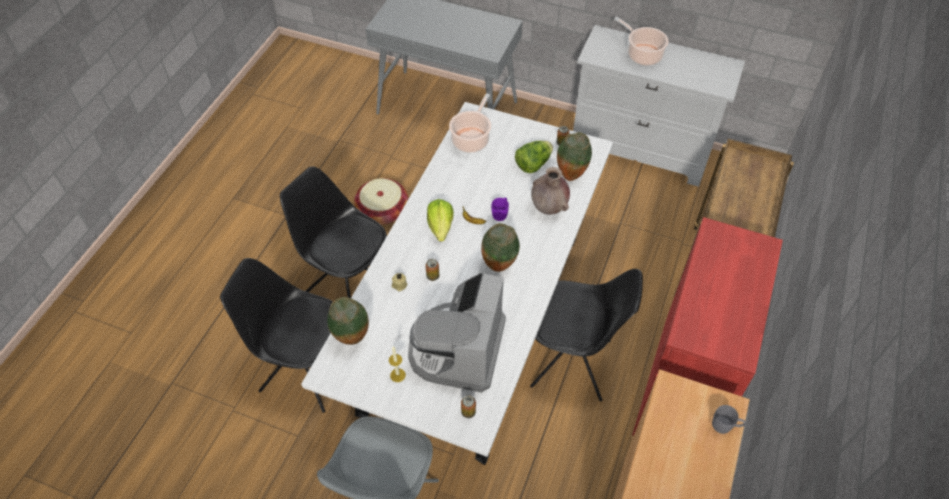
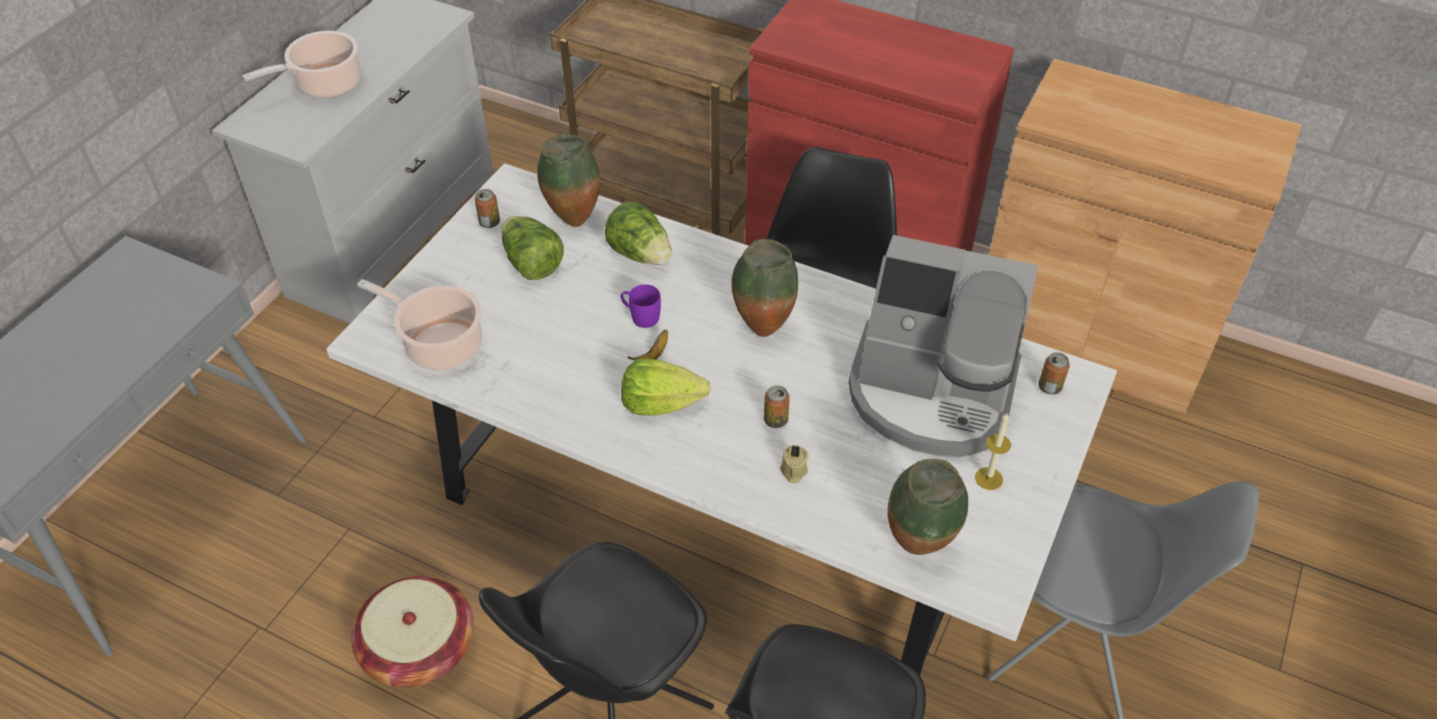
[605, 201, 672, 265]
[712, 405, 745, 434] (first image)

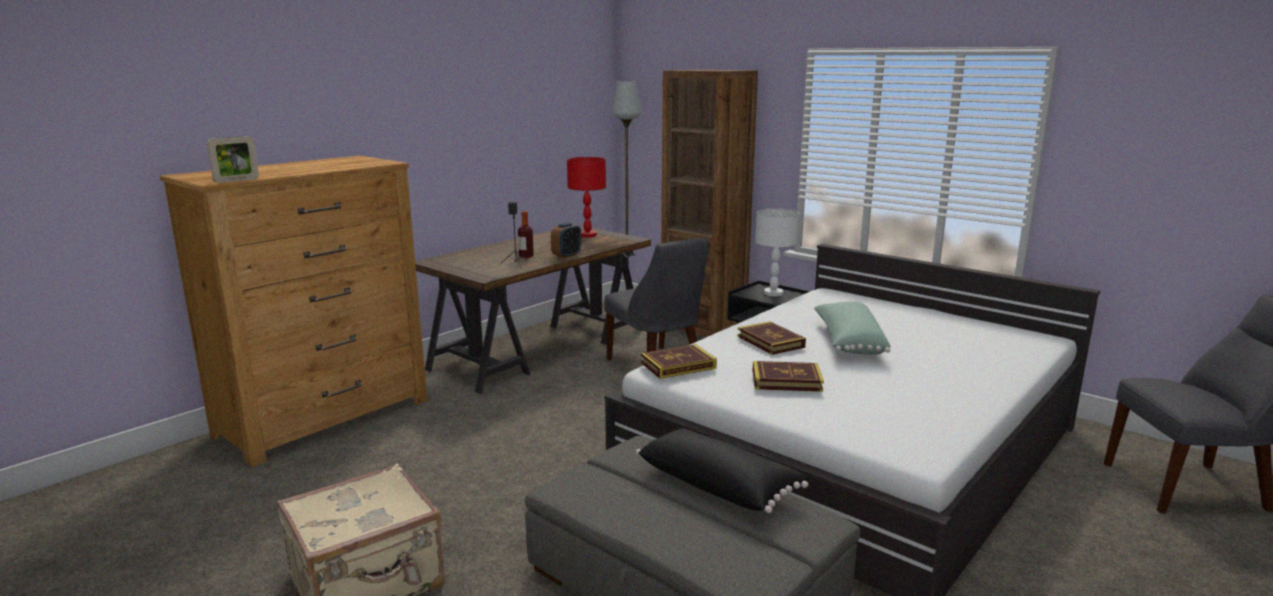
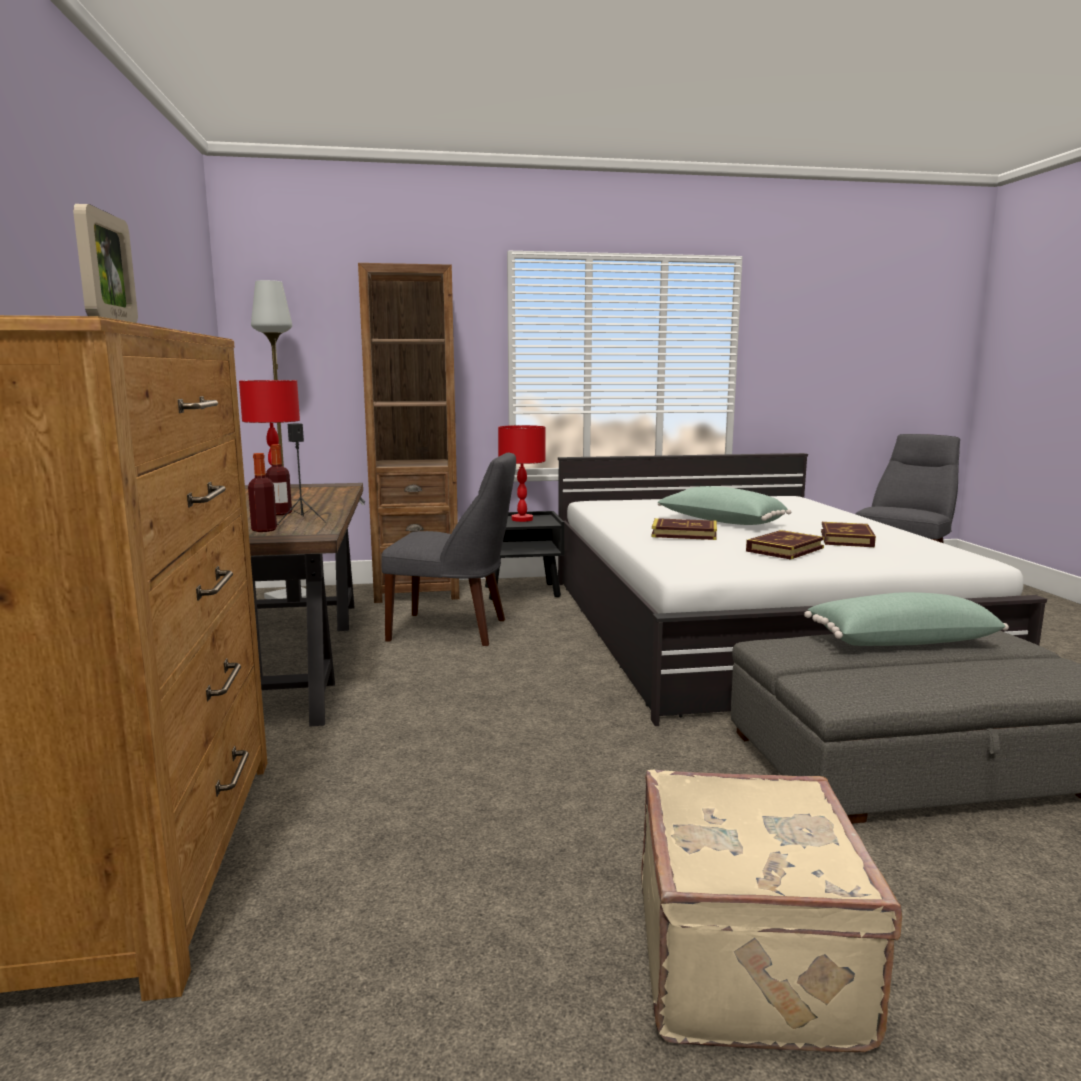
[551, 222, 582, 258] (first image)
[804, 592, 1009, 646]
[821, 522, 876, 547]
[498, 425, 546, 522]
[248, 453, 277, 532]

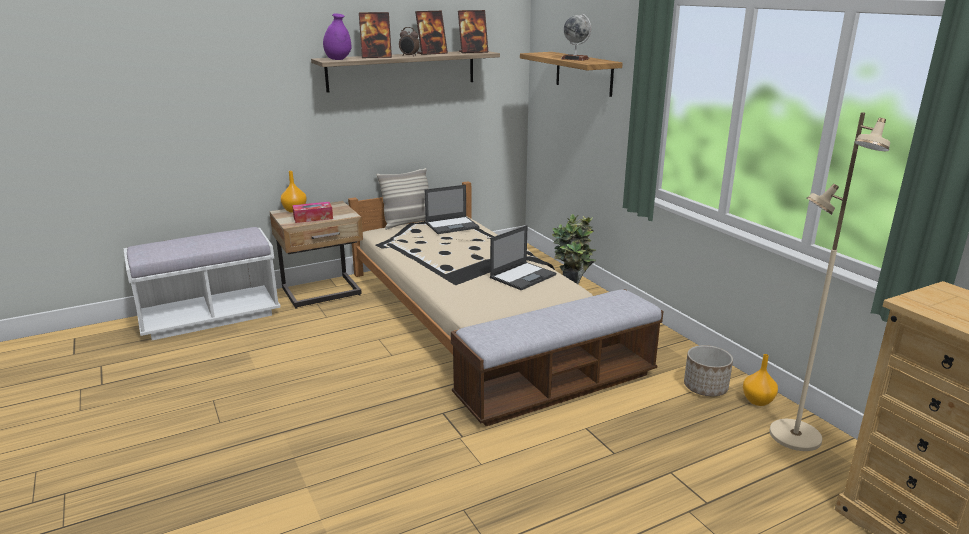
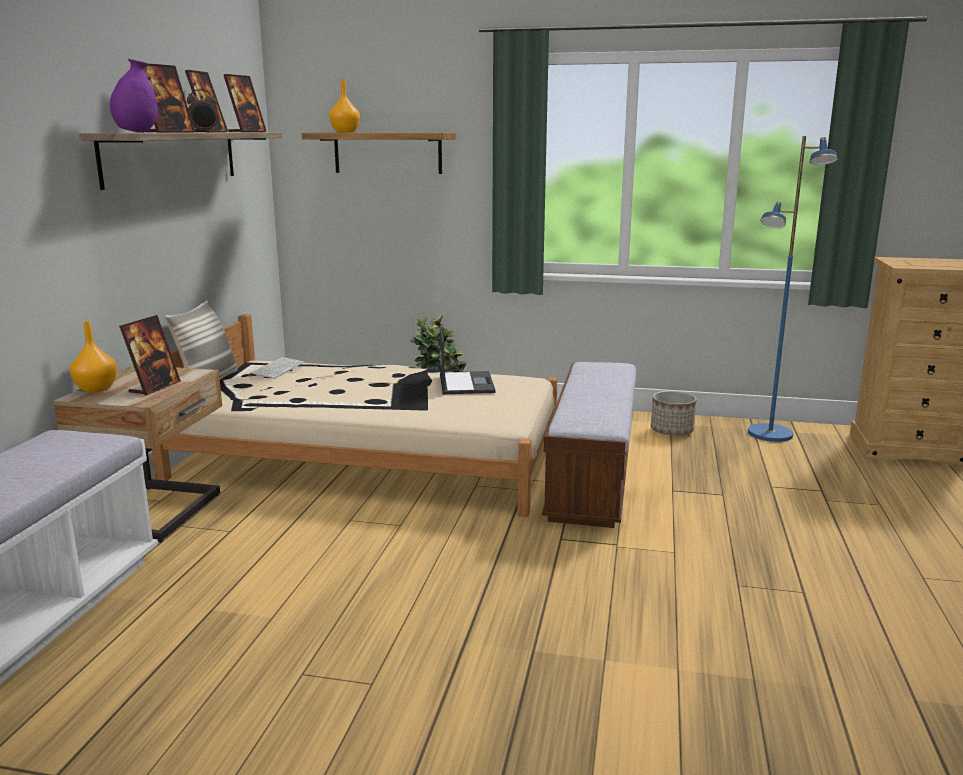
[119, 315, 181, 396]
[249, 357, 304, 379]
[561, 14, 591, 61] (first image)
[329, 79, 360, 132]
[748, 136, 838, 442]

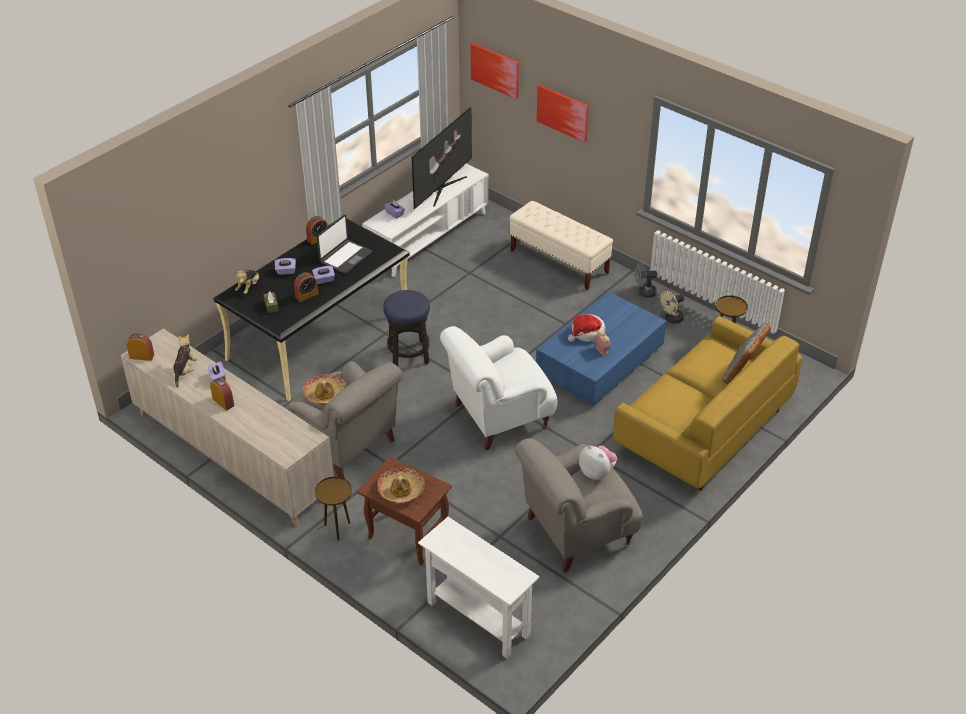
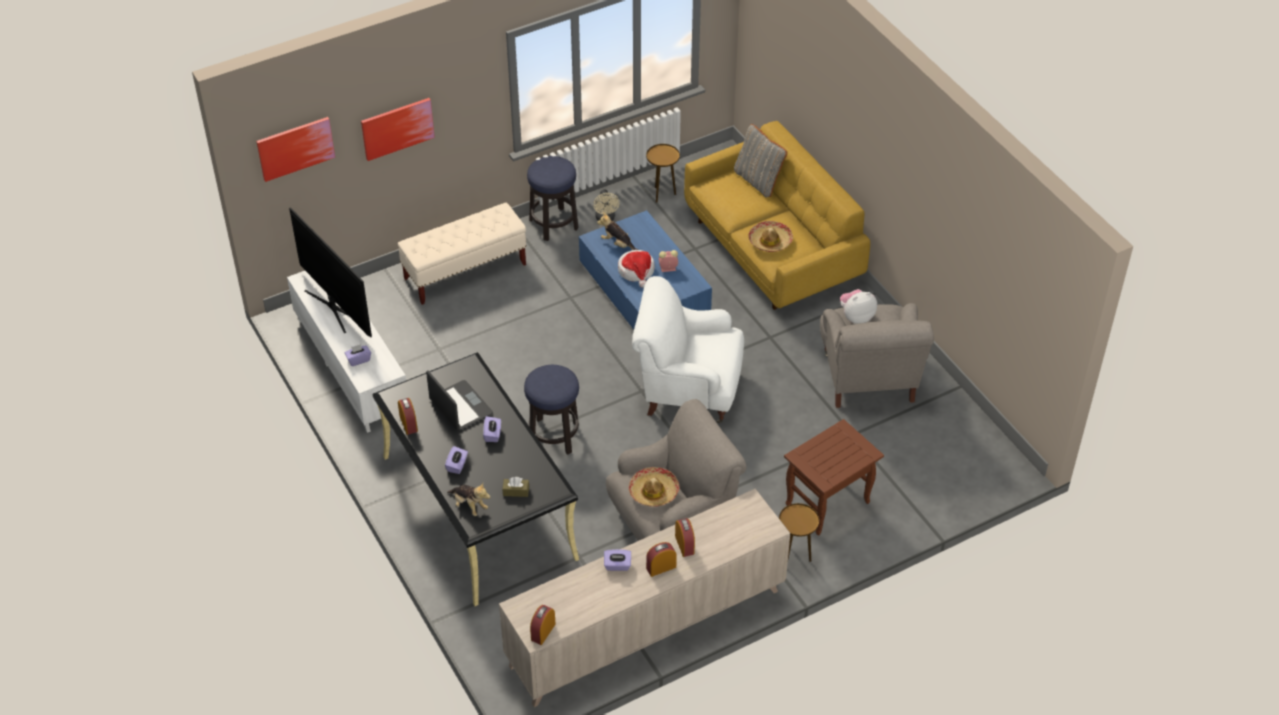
[597, 212, 638, 250]
[675, 518, 695, 557]
[748, 221, 793, 252]
[418, 517, 540, 659] (first image)
[632, 276, 744, 423]
[527, 156, 578, 241]

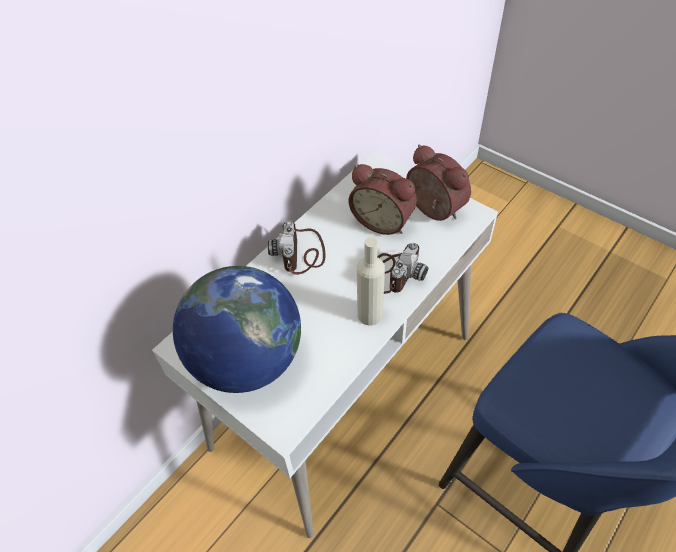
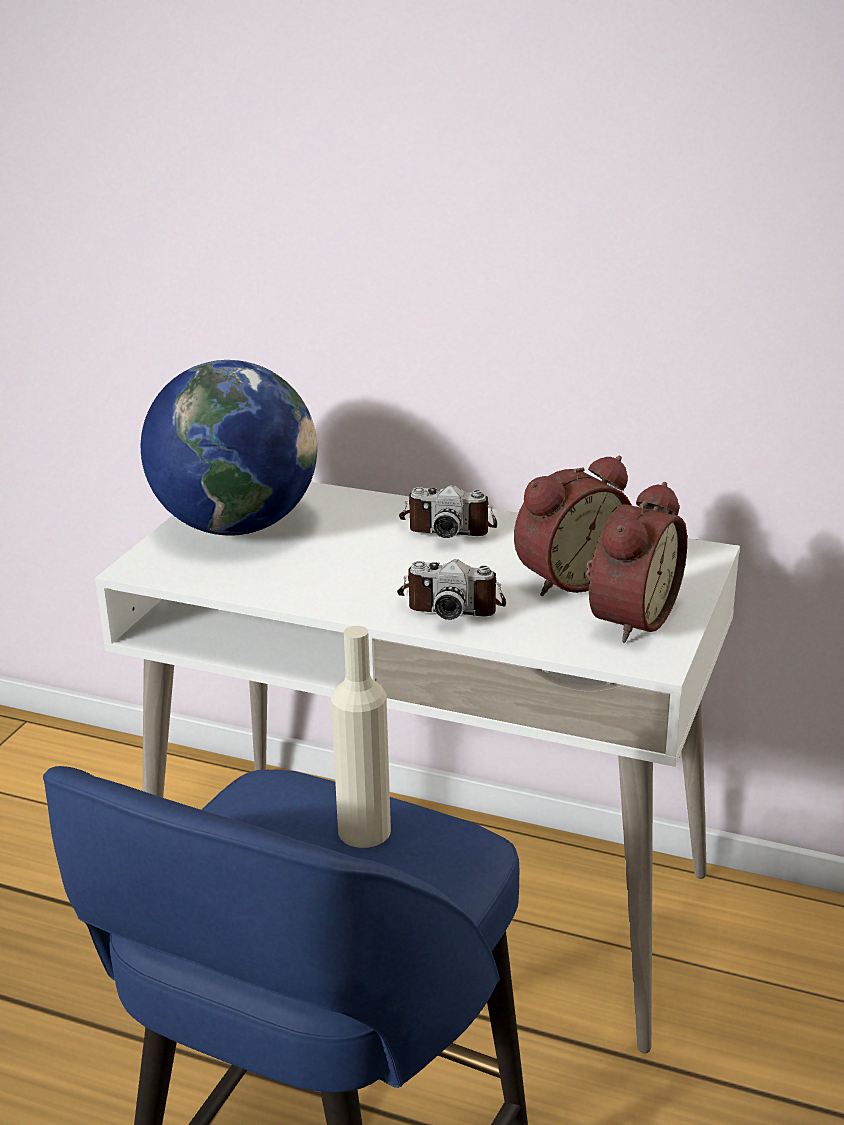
[399, 485, 497, 538]
[514, 456, 632, 596]
[331, 626, 391, 848]

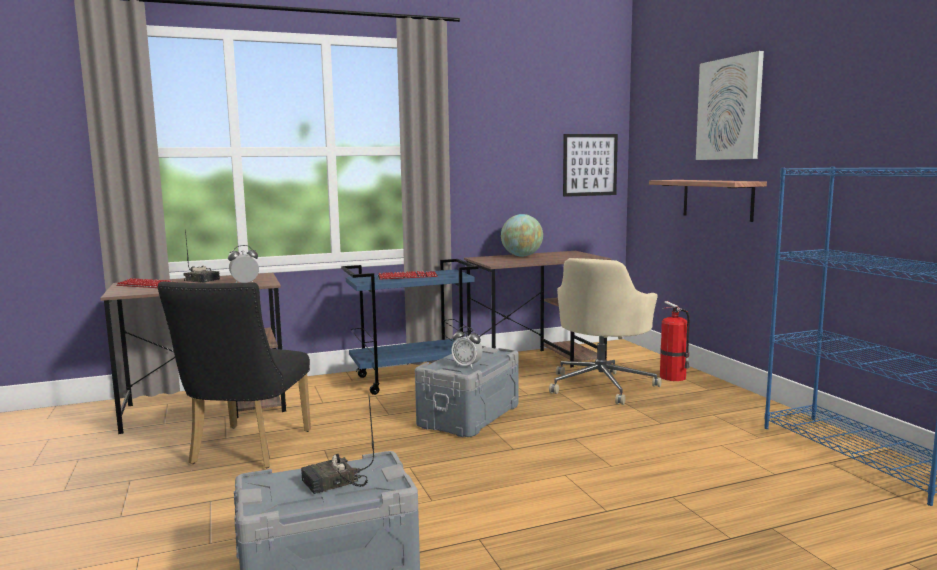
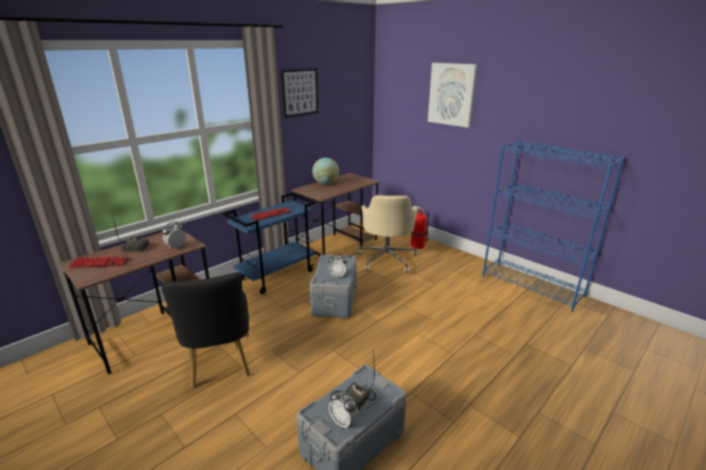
[281, 68, 319, 118]
[649, 180, 767, 222] (first image)
[329, 390, 359, 429]

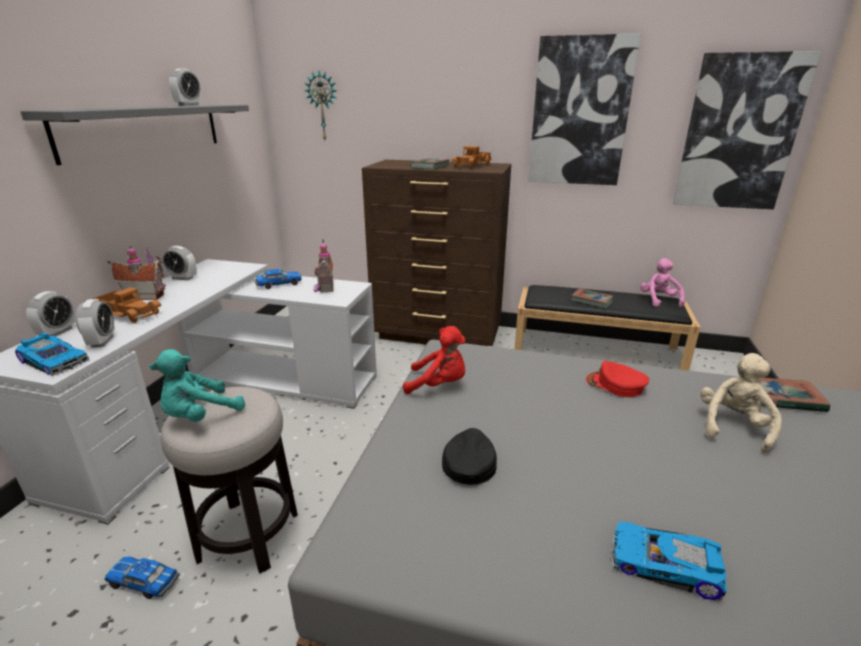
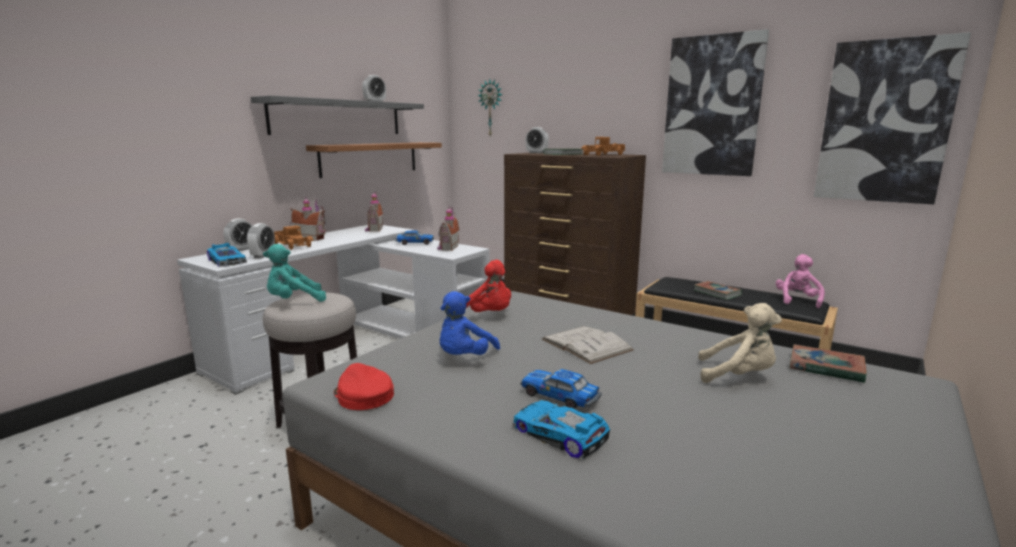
[521, 369, 602, 409]
[525, 127, 549, 153]
[440, 291, 500, 355]
[334, 363, 394, 410]
[698, 303, 782, 383]
[306, 142, 442, 178]
[365, 192, 383, 232]
[542, 326, 634, 364]

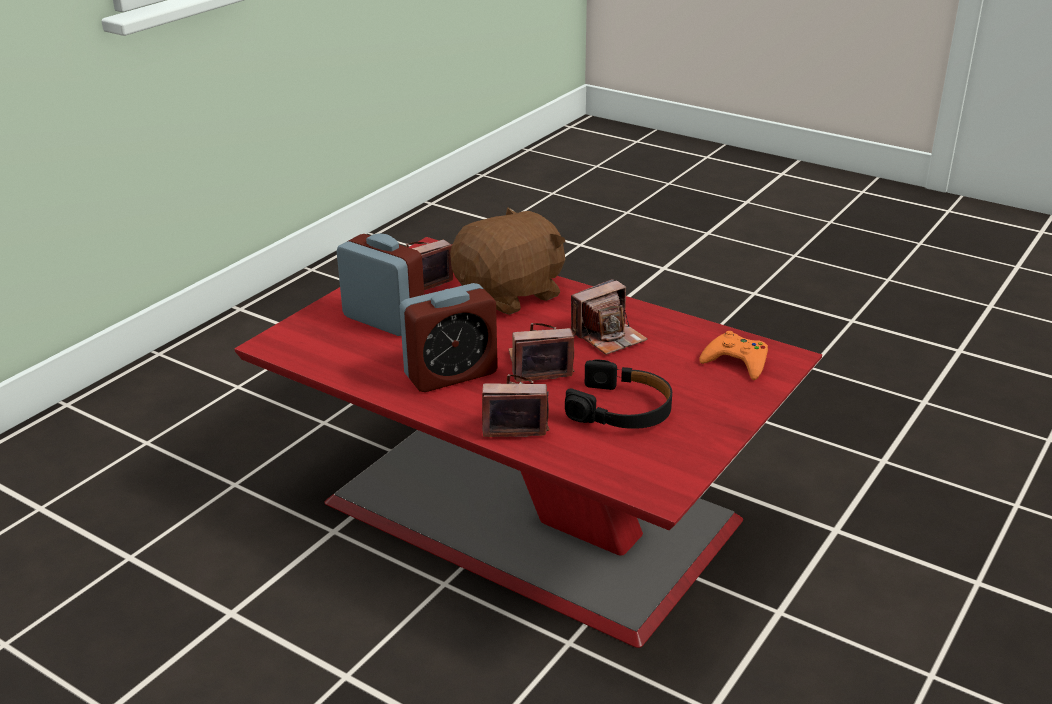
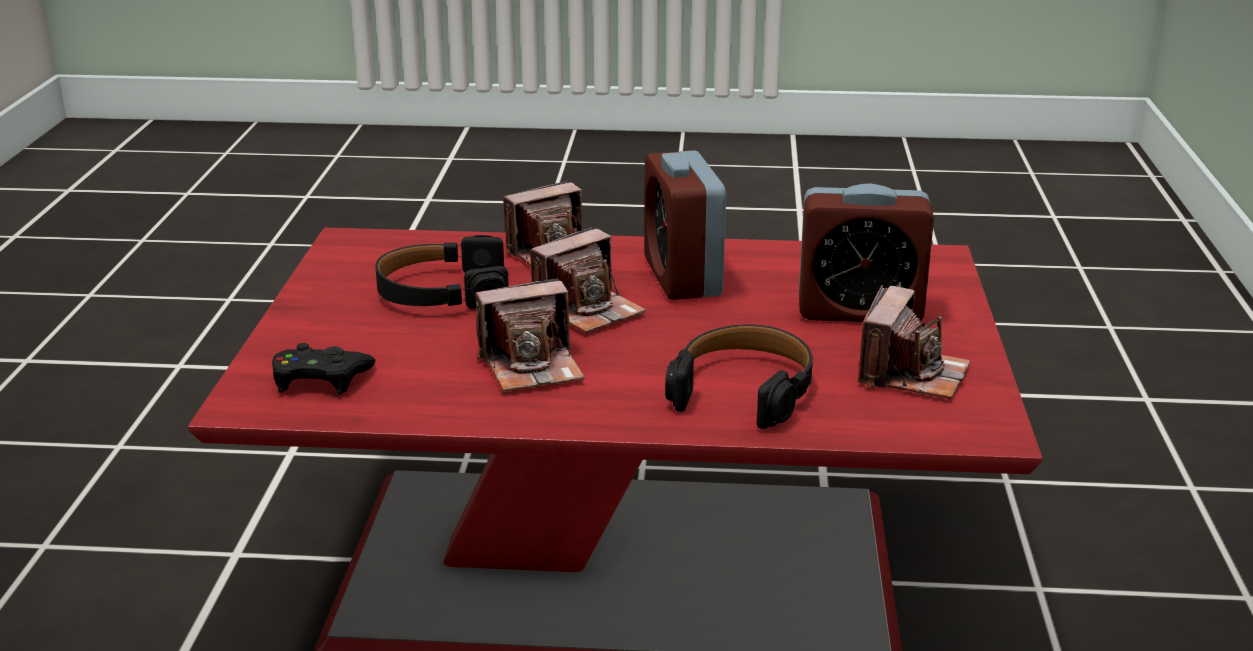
[644, 150, 726, 300]
[665, 324, 813, 429]
[475, 278, 585, 392]
[272, 343, 376, 394]

